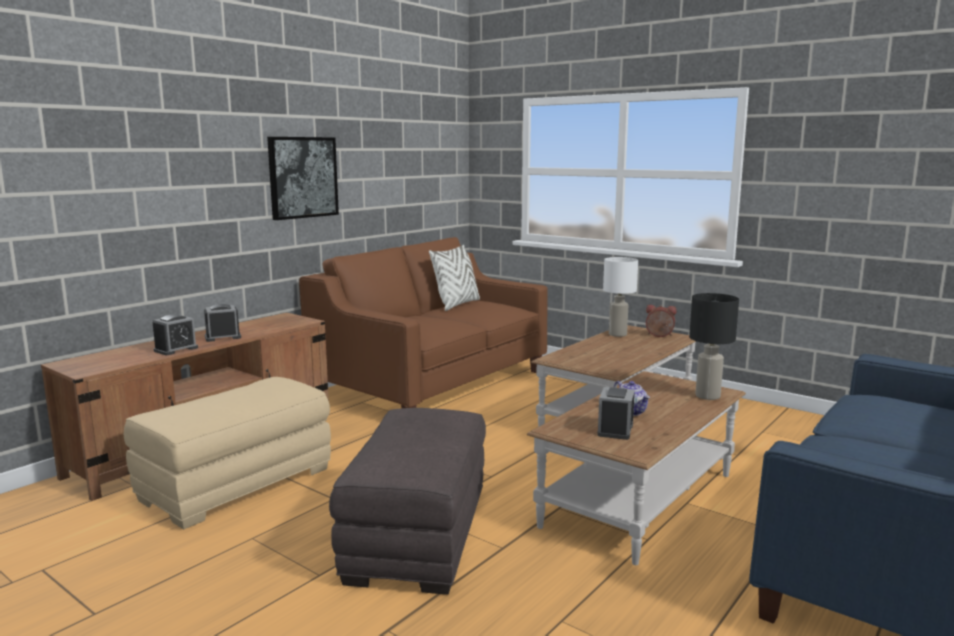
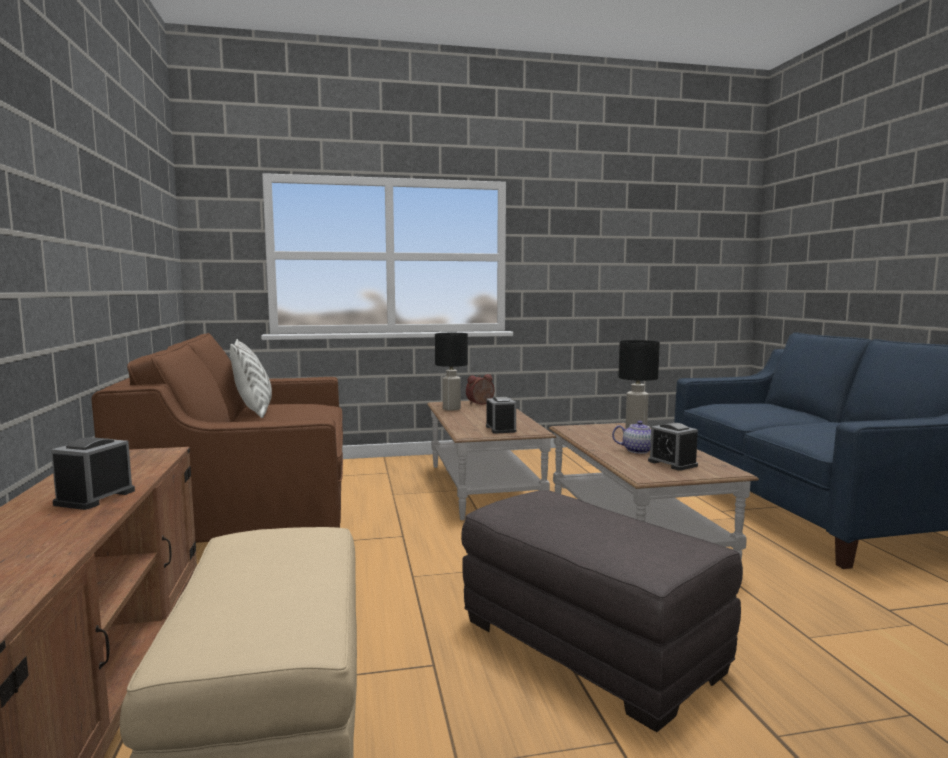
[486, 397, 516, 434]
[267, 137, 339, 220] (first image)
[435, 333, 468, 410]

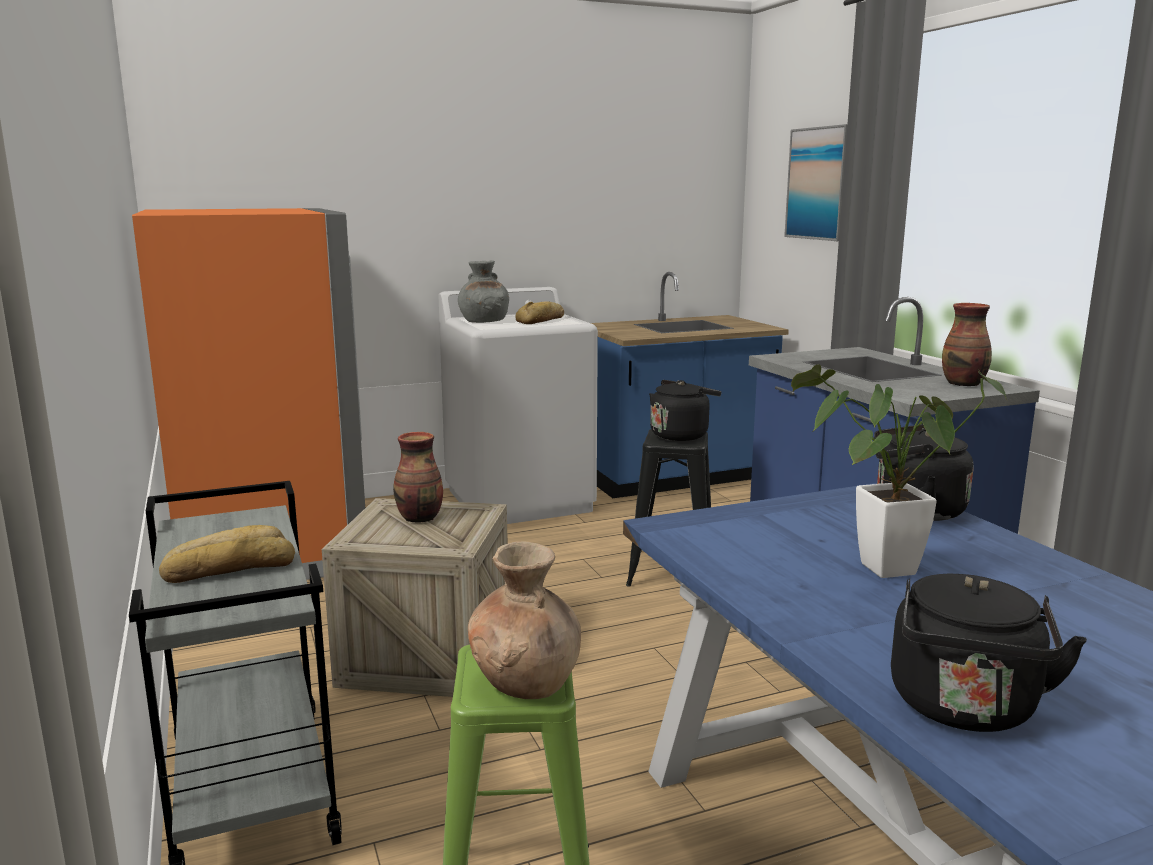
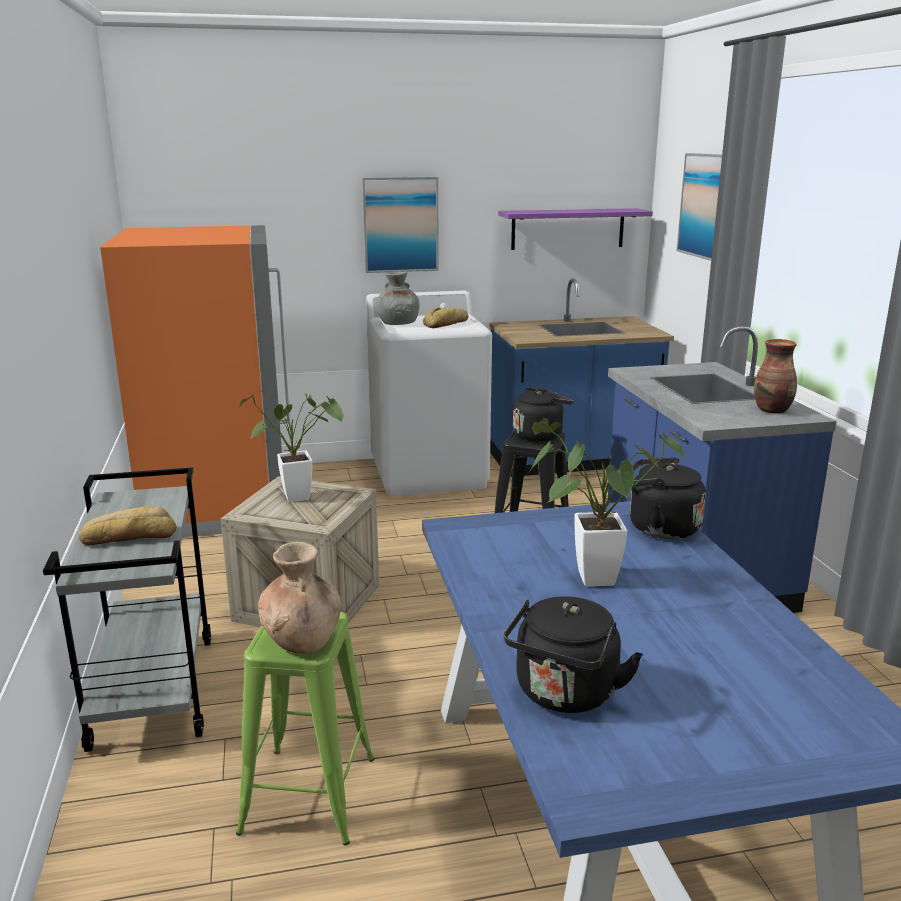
[239, 392, 343, 502]
[362, 177, 439, 273]
[498, 208, 653, 250]

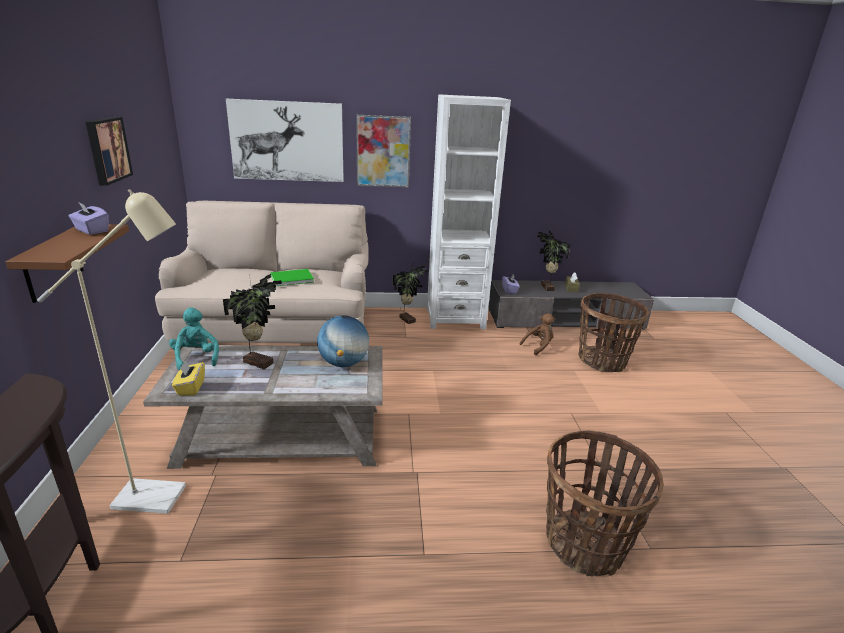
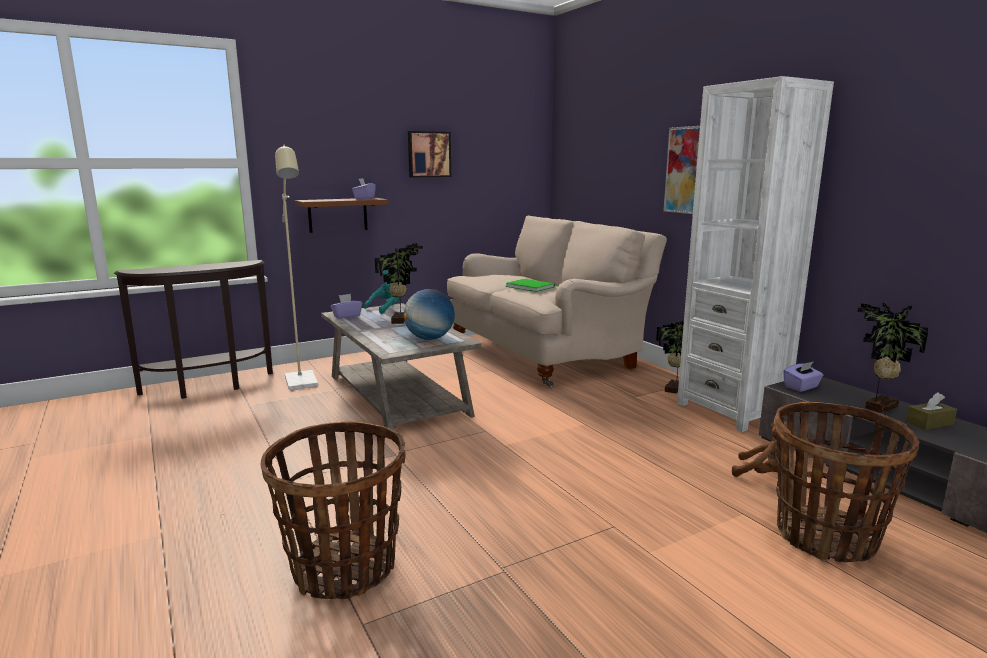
[330, 294, 362, 319]
[226, 99, 344, 182] (first image)

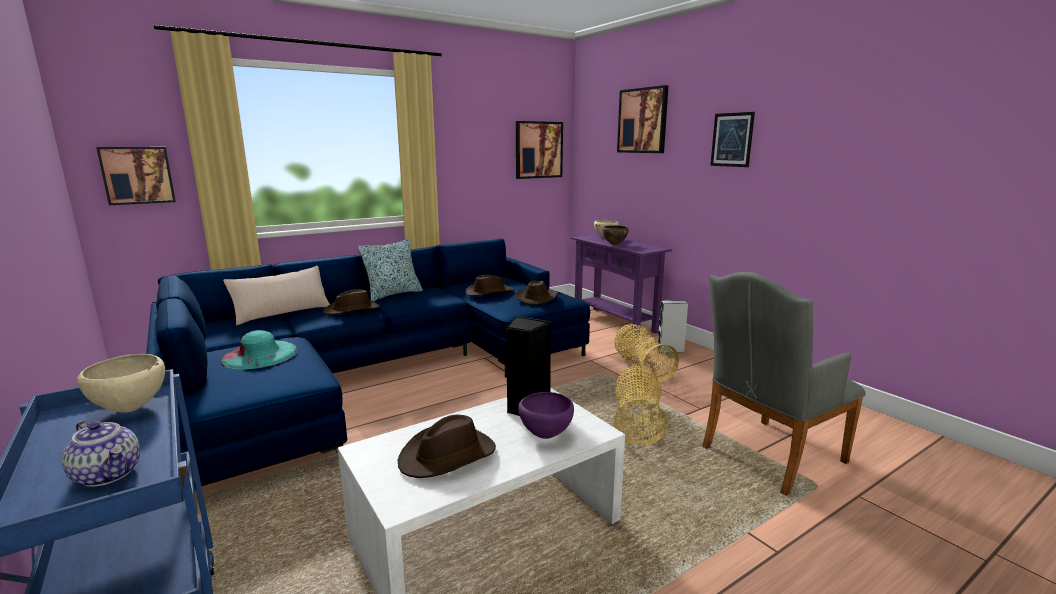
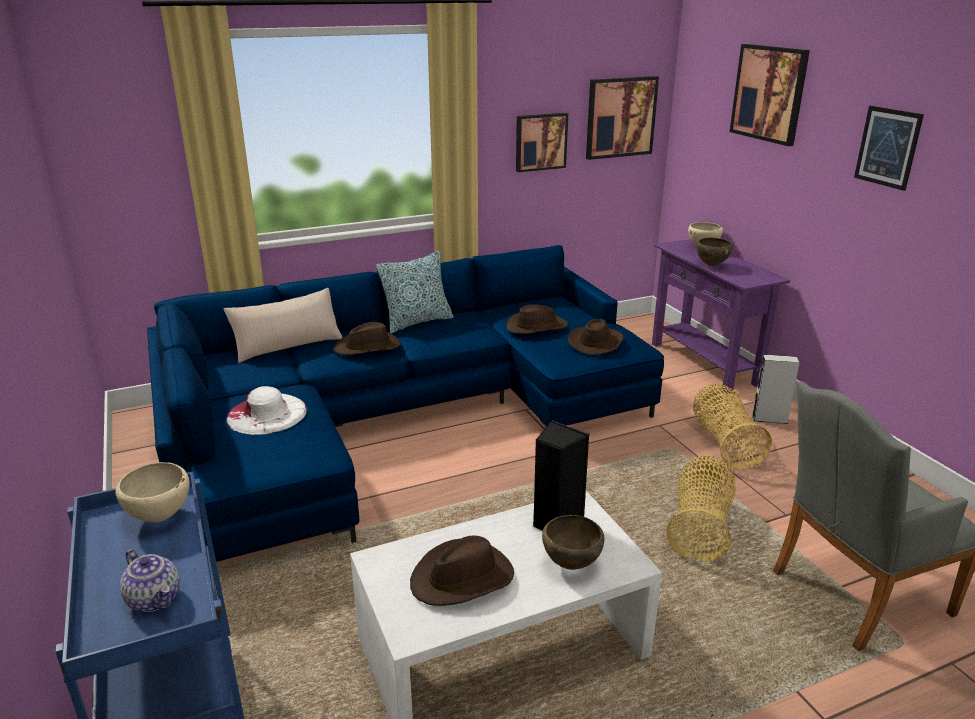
[516, 113, 568, 172]
[226, 386, 307, 435]
[542, 515, 604, 570]

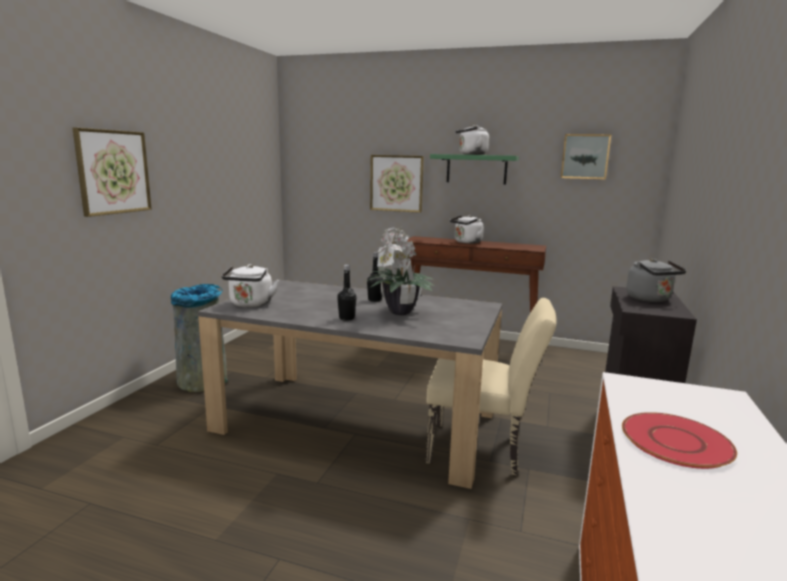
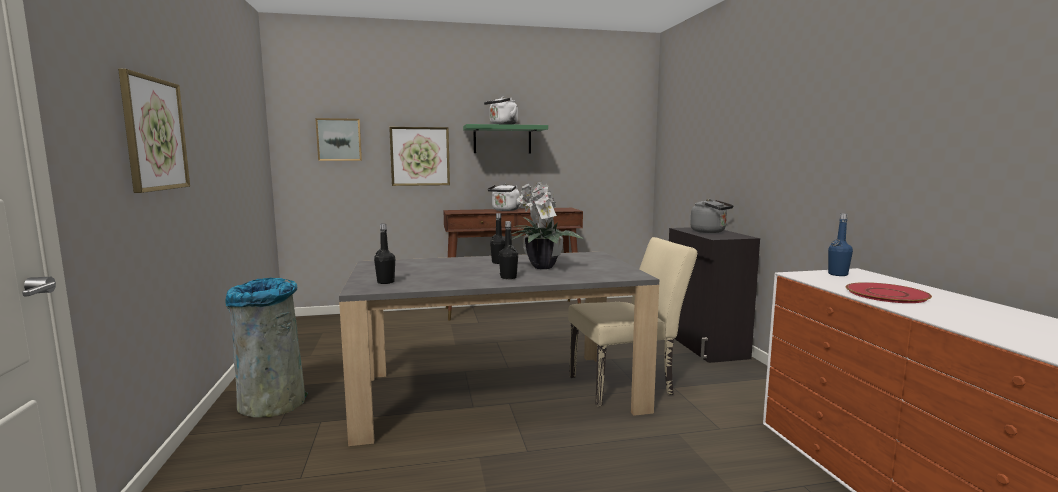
[374, 224, 395, 284]
[315, 118, 362, 161]
[828, 213, 853, 276]

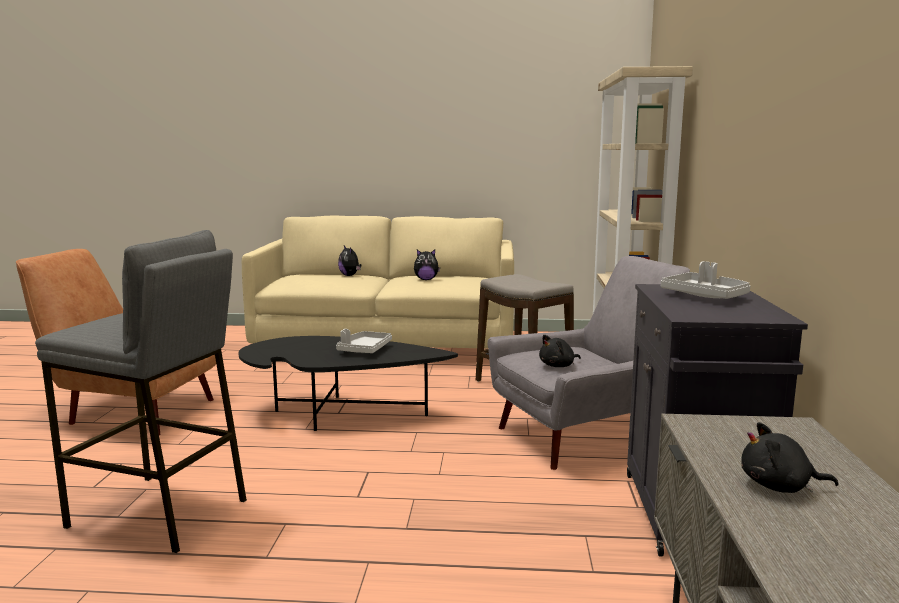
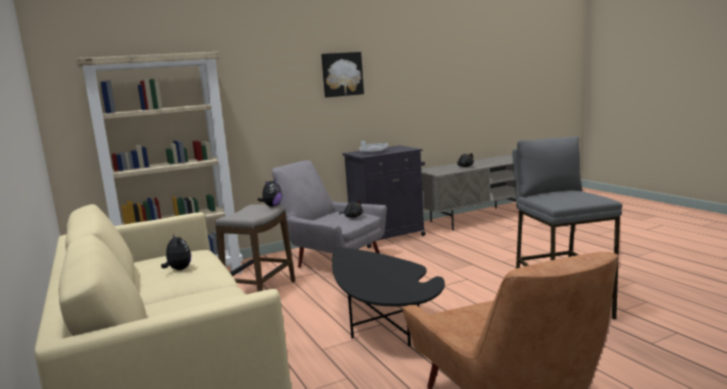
[336, 329, 392, 353] (first image)
[258, 178, 282, 207]
[321, 52, 364, 97]

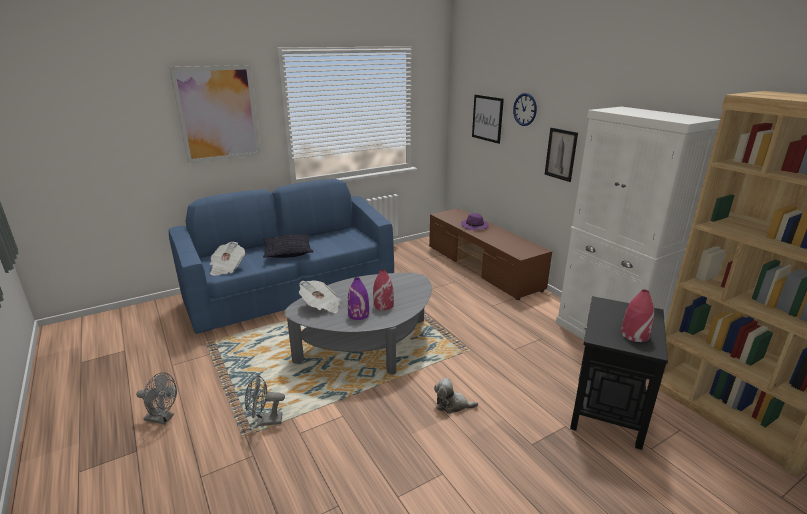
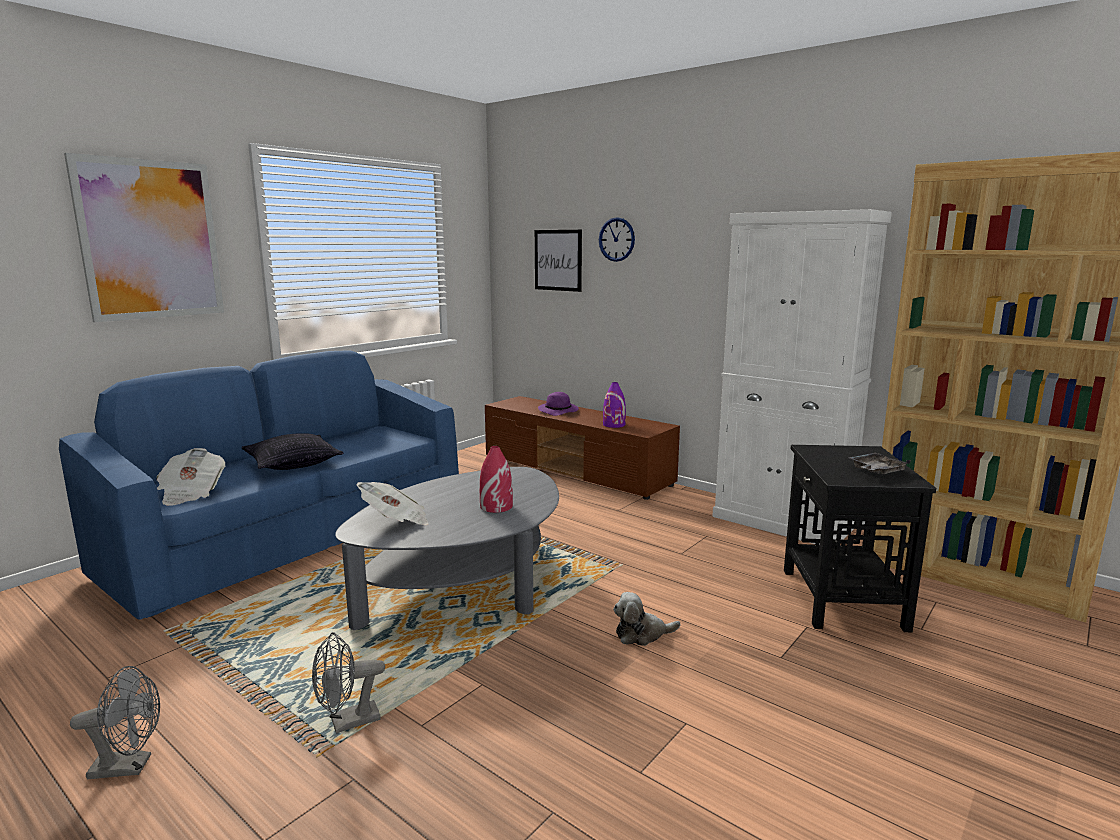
[603, 382, 626, 428]
[545, 128, 578, 182] (first image)
[849, 453, 911, 474]

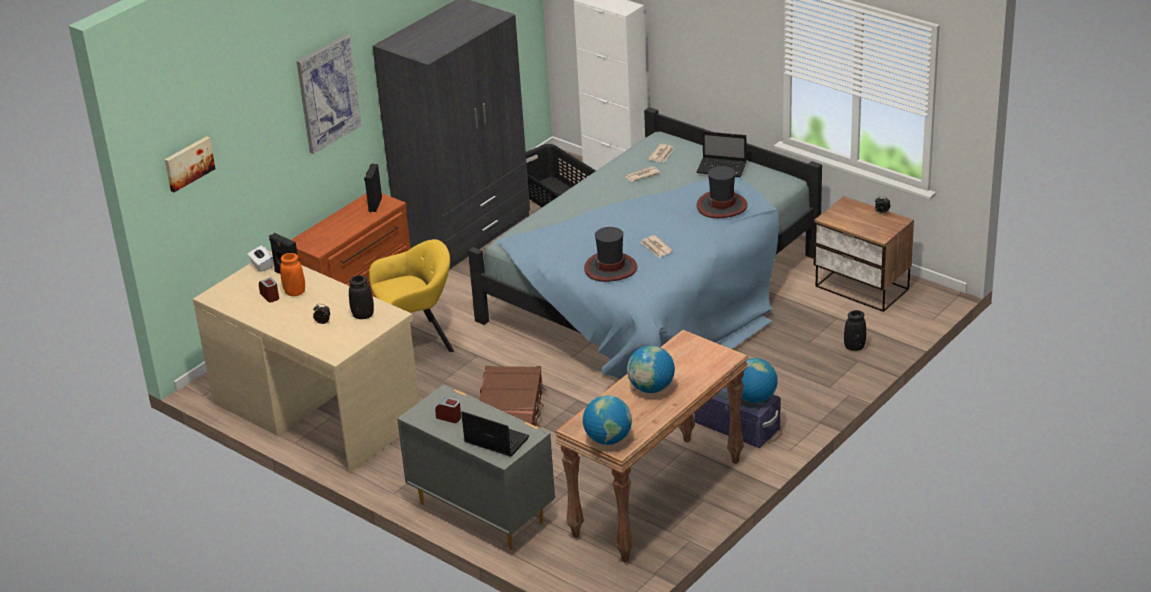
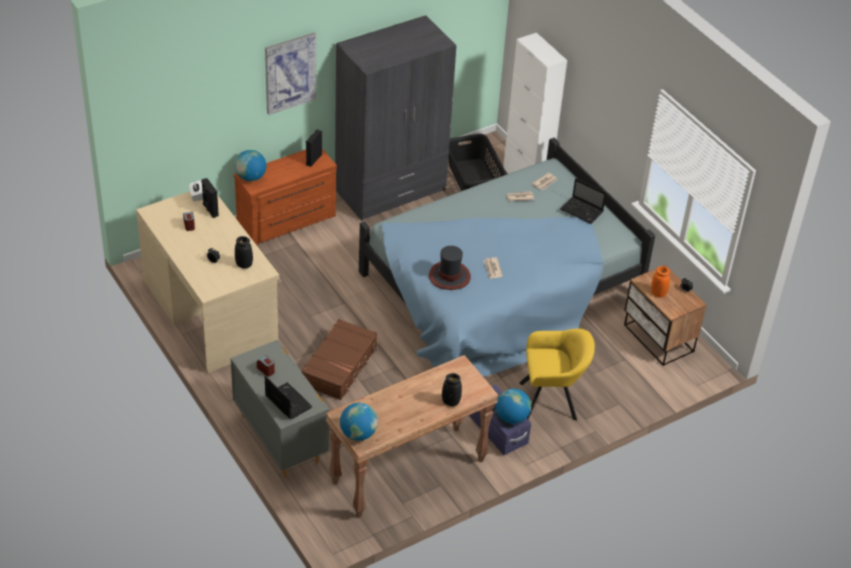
[165, 136, 215, 192] (first image)
[651, 266, 670, 298]
[519, 329, 595, 421]
[235, 150, 266, 181]
[696, 166, 748, 218] (first image)
[442, 373, 462, 406]

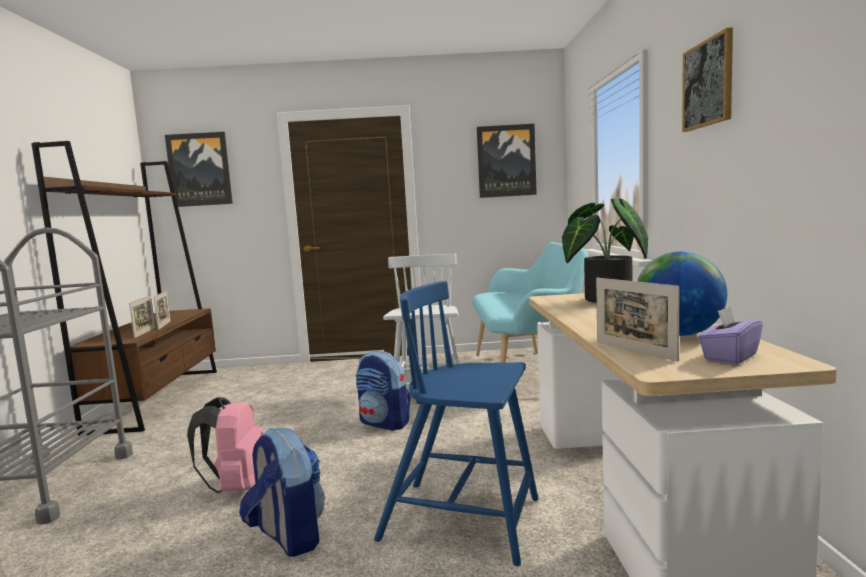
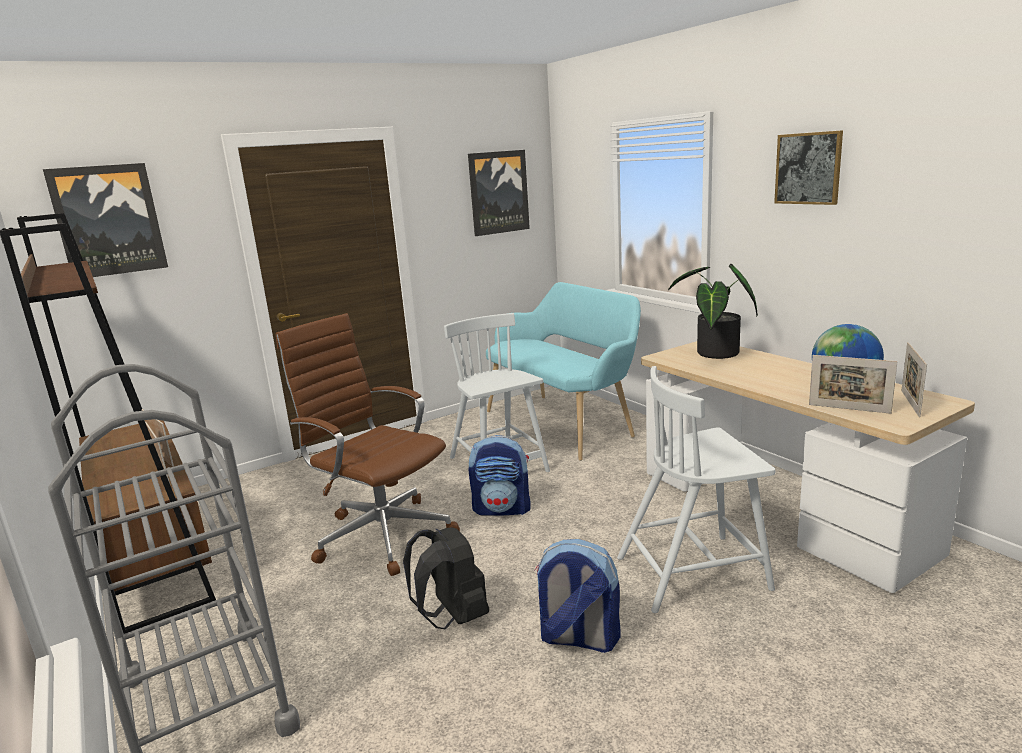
[403, 527, 489, 629]
[617, 366, 775, 613]
[901, 342, 927, 417]
[276, 313, 460, 576]

